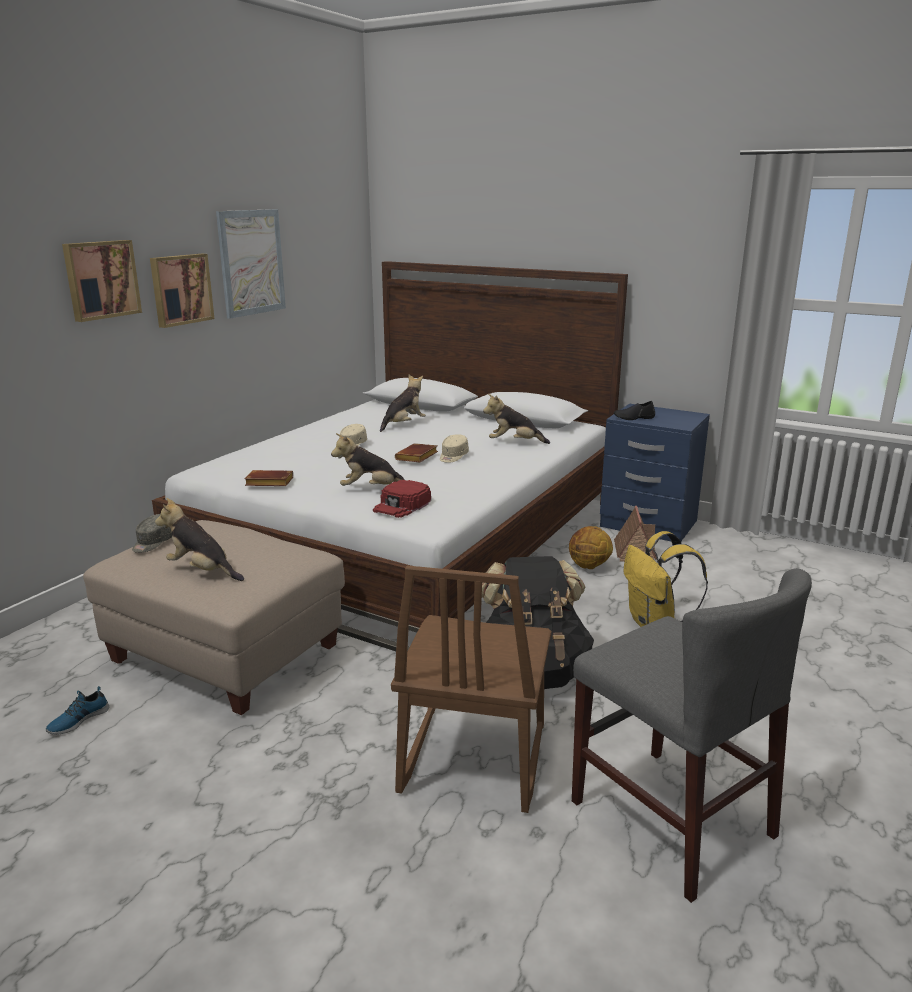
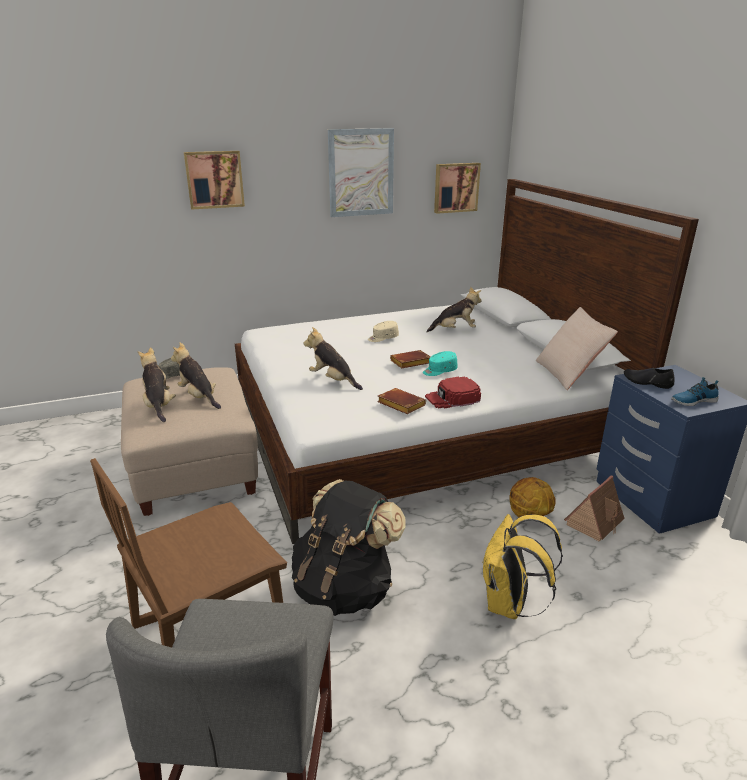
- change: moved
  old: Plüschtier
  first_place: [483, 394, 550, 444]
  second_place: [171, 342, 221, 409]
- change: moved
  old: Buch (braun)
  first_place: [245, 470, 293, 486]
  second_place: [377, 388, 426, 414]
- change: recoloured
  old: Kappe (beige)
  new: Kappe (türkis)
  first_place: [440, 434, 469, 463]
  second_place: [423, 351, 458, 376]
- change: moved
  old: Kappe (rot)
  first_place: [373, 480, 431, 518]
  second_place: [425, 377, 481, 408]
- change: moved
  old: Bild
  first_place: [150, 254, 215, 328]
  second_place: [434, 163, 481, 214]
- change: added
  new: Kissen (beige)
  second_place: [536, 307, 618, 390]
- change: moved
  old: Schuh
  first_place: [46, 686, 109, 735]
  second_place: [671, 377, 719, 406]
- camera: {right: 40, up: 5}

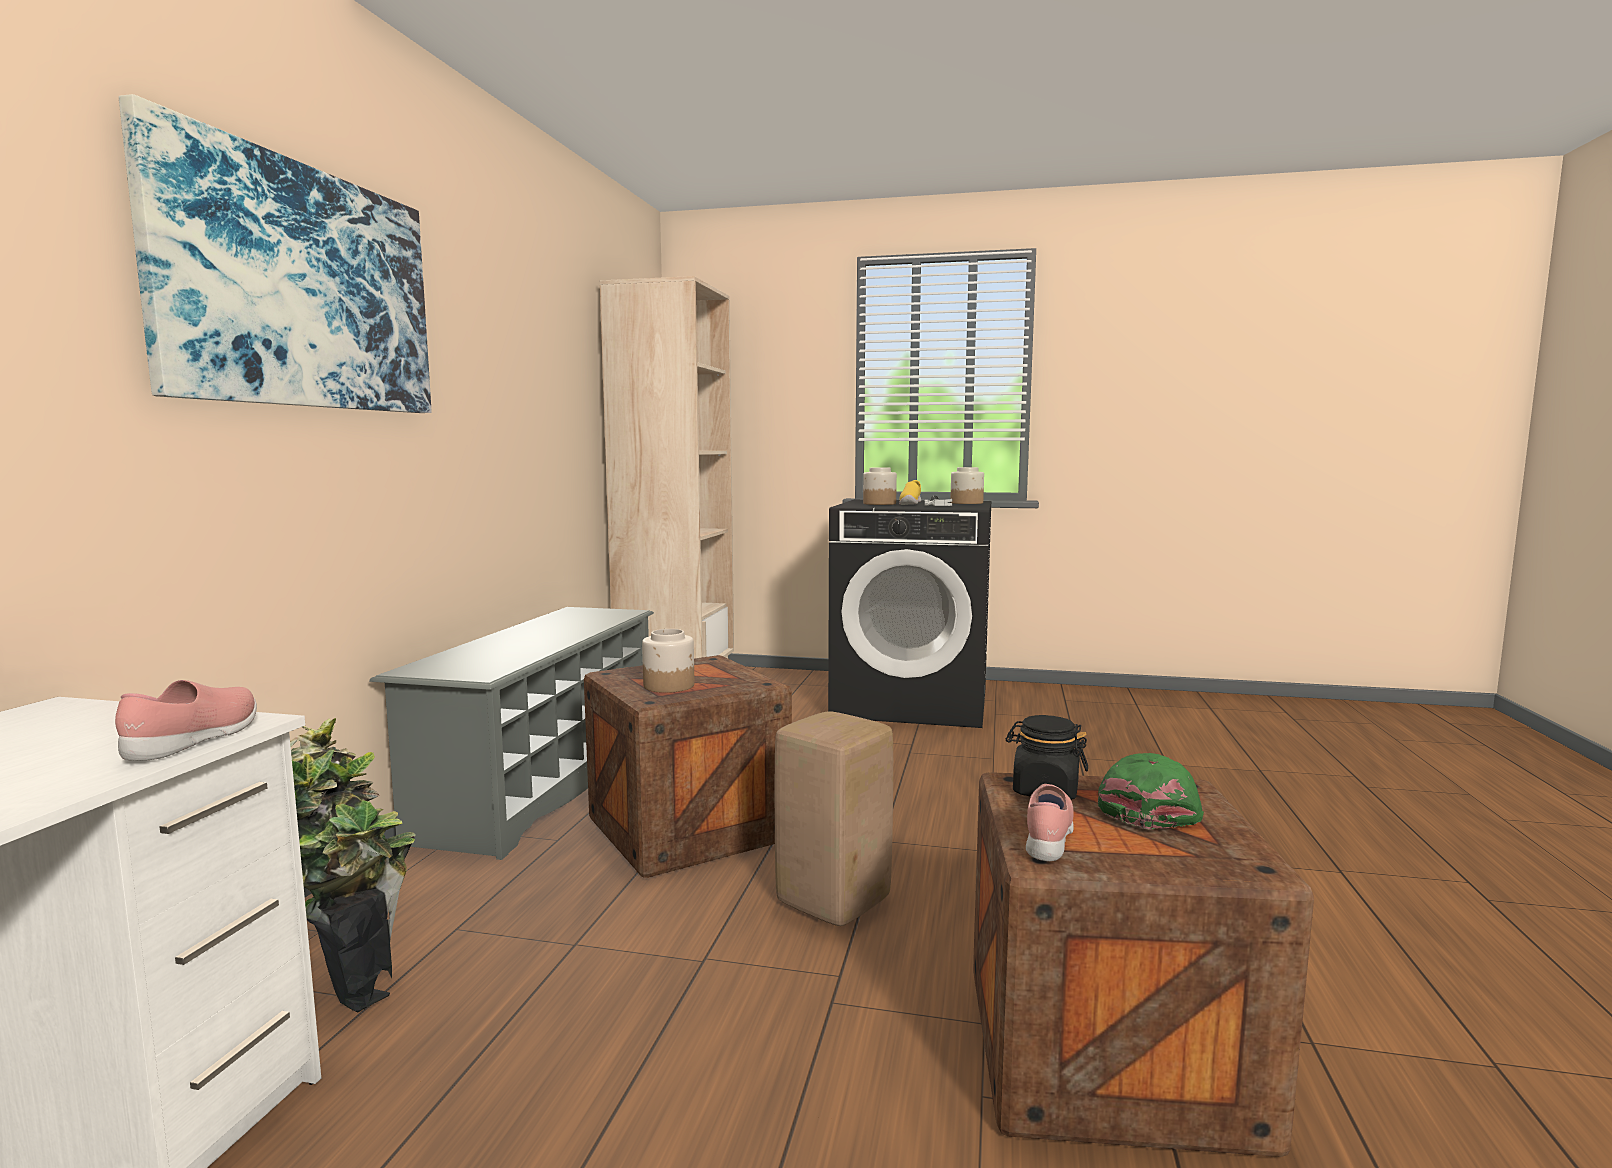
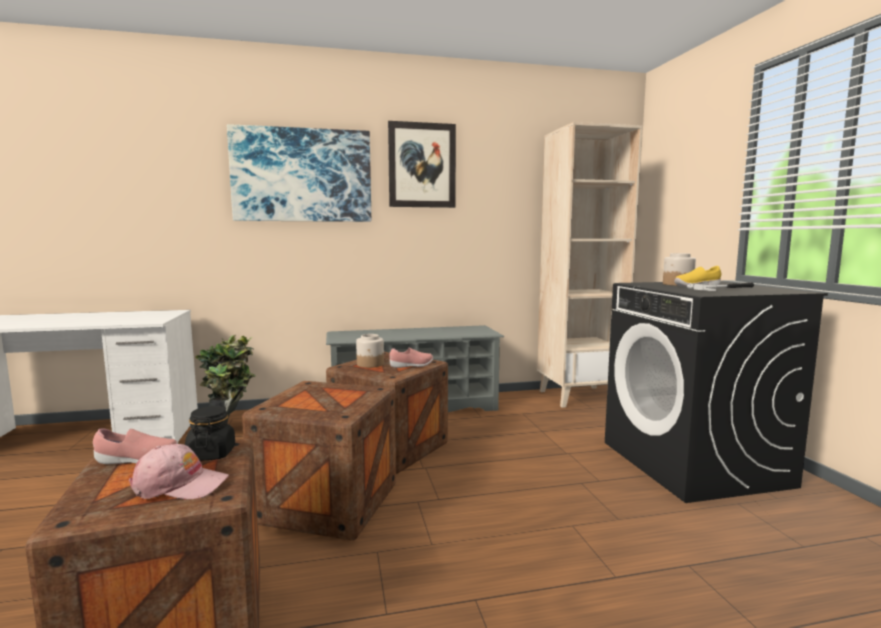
- change: recoloured
  old: Kappe (grün)
  new: Kappe (rosa)
  first_place: [1098, 753, 1204, 829]
  second_place: [129, 444, 229, 499]
- change: replaced
  old: Hocker (beige)
  new: Kiste
  first_place: [775, 711, 893, 926]
  second_place: [242, 381, 396, 540]
- change: added
  new: Bild
  second_place: [388, 121, 456, 208]
- change: moved
  old: Schuh (rosa)
  first_place: [115, 680, 257, 761]
  second_place: [389, 348, 433, 368]
- change: removed
  old: Vorratsglas
  first_place: [950, 467, 984, 504]
- camera: {right: 65, up: 0}

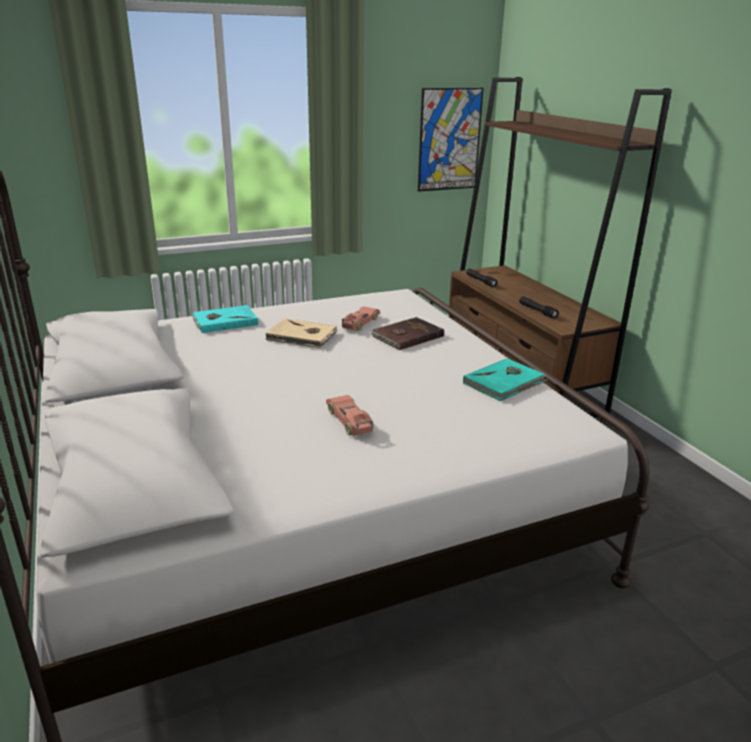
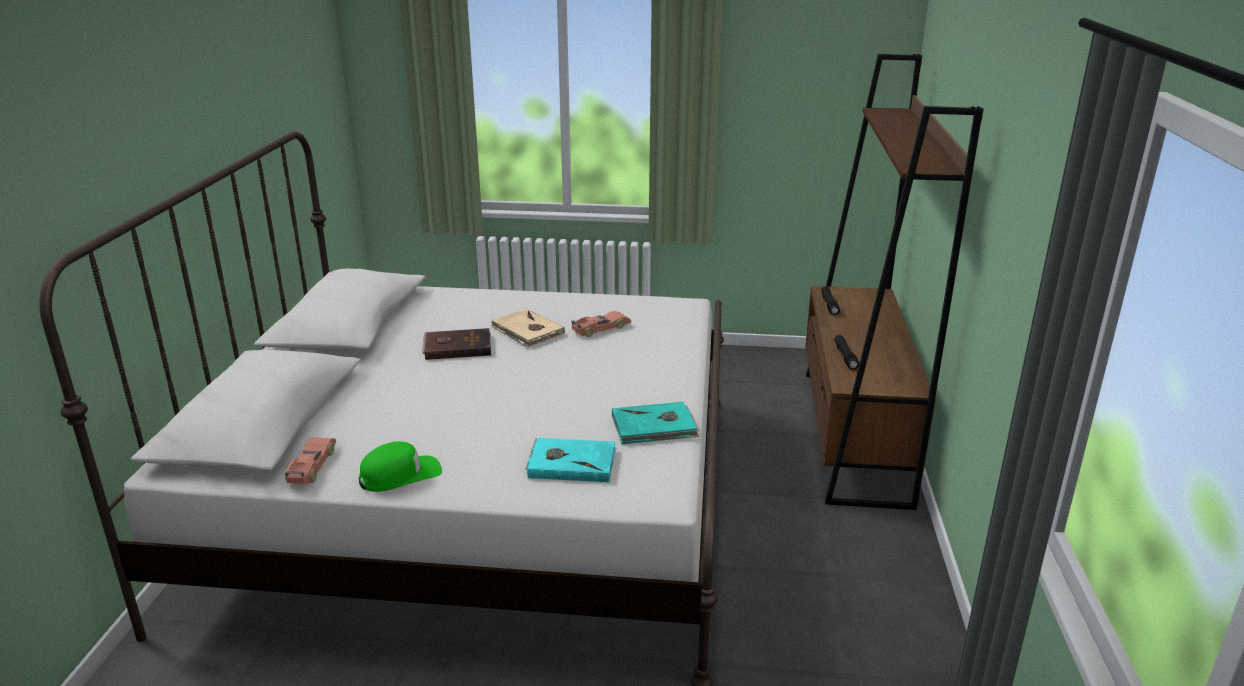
- change: moved
  old: Spielzeugauto
  first_place: [326, 395, 374, 436]
  second_place: [285, 438, 336, 485]
- change: added
  new: Kappe (grün)
  second_place: [359, 441, 442, 492]
- change: moved
  old: Buch (braun)
  first_place: [370, 317, 444, 350]
  second_place: [422, 328, 491, 360]
- change: moved
  old: Buch (türkis)
  first_place: [191, 305, 258, 333]
  second_place: [525, 438, 617, 482]
- change: removed
  old: Bild
  first_place: [418, 88, 483, 192]
- camera: {right: 30, up: 0}

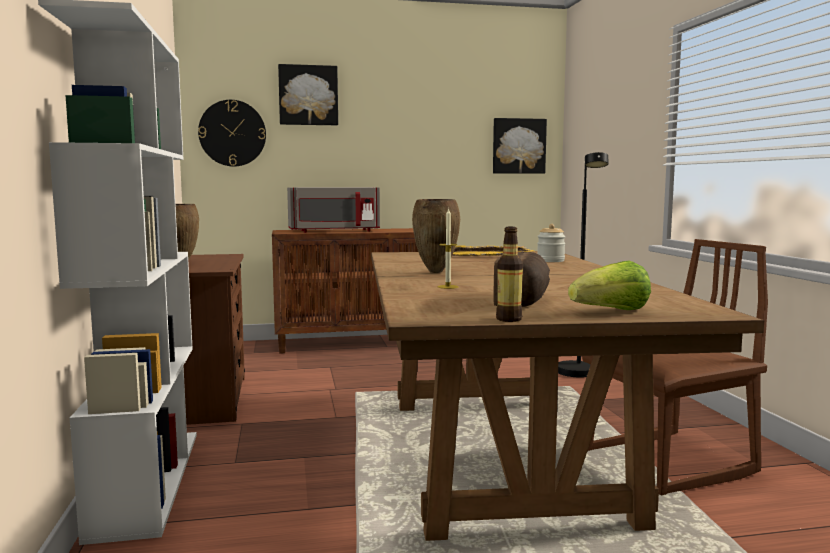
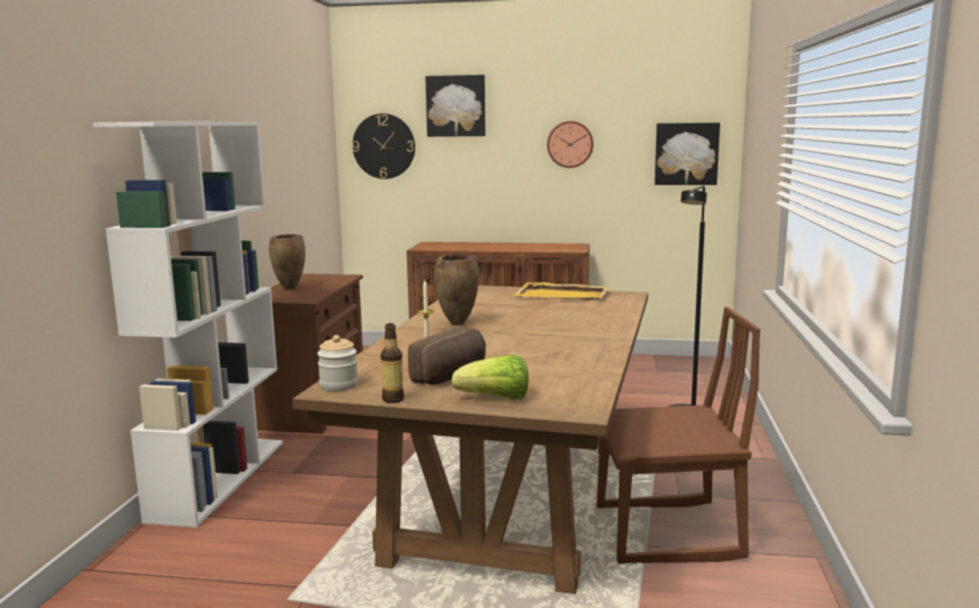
- change: moved
  old: Vorratsglas
  first_place: [537, 224, 566, 262]
  second_place: [317, 335, 358, 391]
- change: added
  new: Wanduhr
  second_place: [547, 121, 594, 168]
- change: removed
  old: Mikrowelle (grau)
  first_place: [287, 187, 380, 233]
- camera: {right: 20, up: 5}

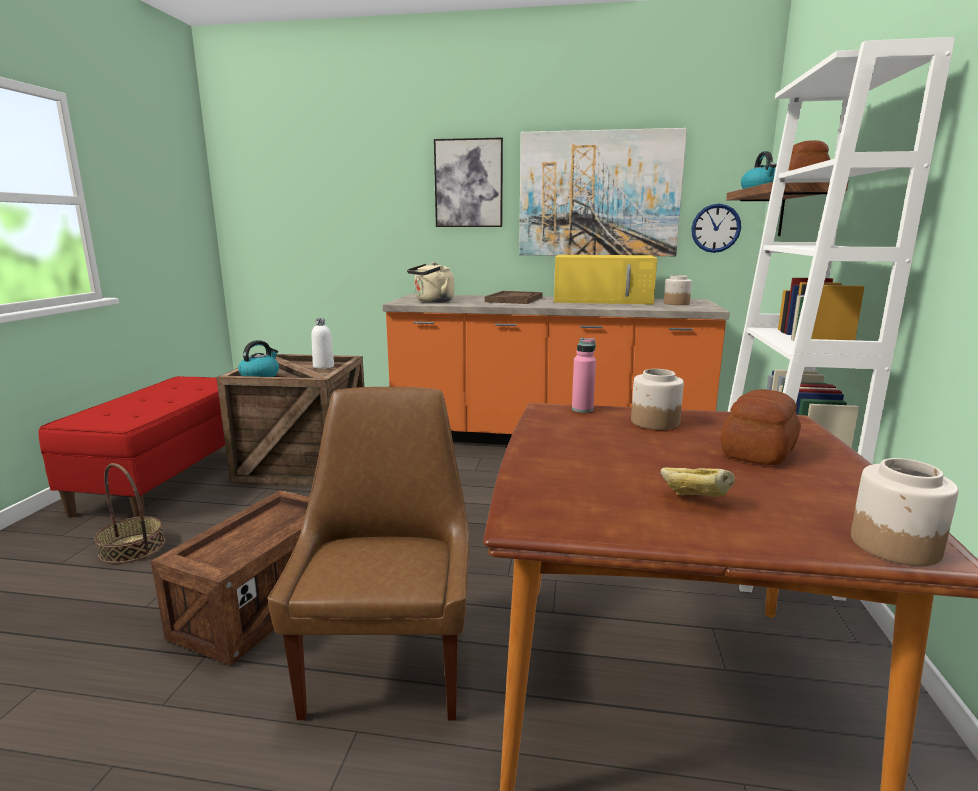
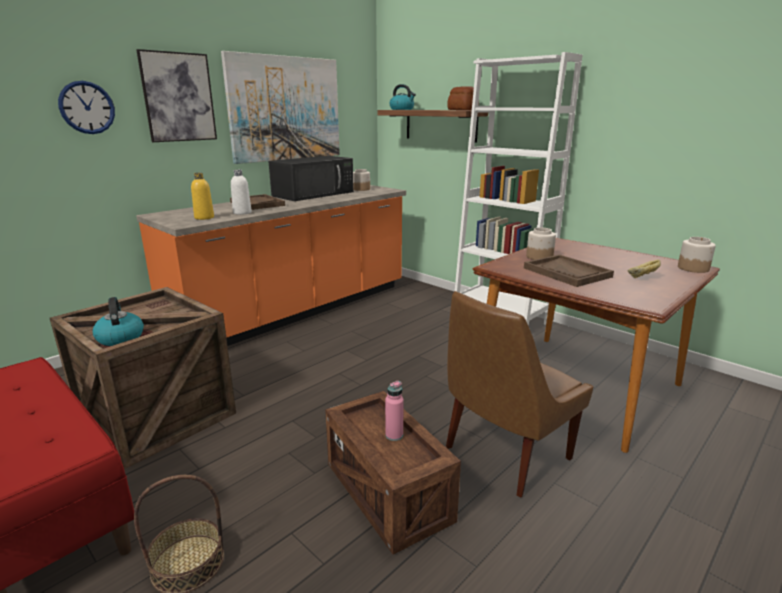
- change: moved
  old: Wanduhr
  first_place: [691, 204, 741, 253]
  second_place: [58, 81, 115, 134]
- change: replaced
  old: Wasserkessel (beige)
  new: Flasche (gelb)
  first_place: [407, 262, 454, 303]
  second_place: [191, 173, 214, 220]
- change: moved
  old: Flasche (weiß)
  first_place: [311, 318, 334, 369]
  second_place: [231, 170, 252, 215]
- change: recoloured
  old: Mikrowelle (gelb)
  new: Mikrowelle (schwarz)
  first_place: [554, 255, 657, 305]
  second_place: [269, 156, 354, 201]
- change: moved
  old: Flasche (rosa)
  first_place: [572, 338, 596, 413]
  second_place: [385, 381, 404, 441]
- change: turned
  old: Stuhl (braun)
  first_place: [267, 387, 470, 720]
  second_place: [446, 291, 593, 498]
  degrees: -75
- change: added
  new: Tablett (braun)
  second_place: [524, 255, 614, 287]
- change: removed
  old: Brot
  first_place: [721, 389, 801, 465]
- camera: {right: -55, up: 5}

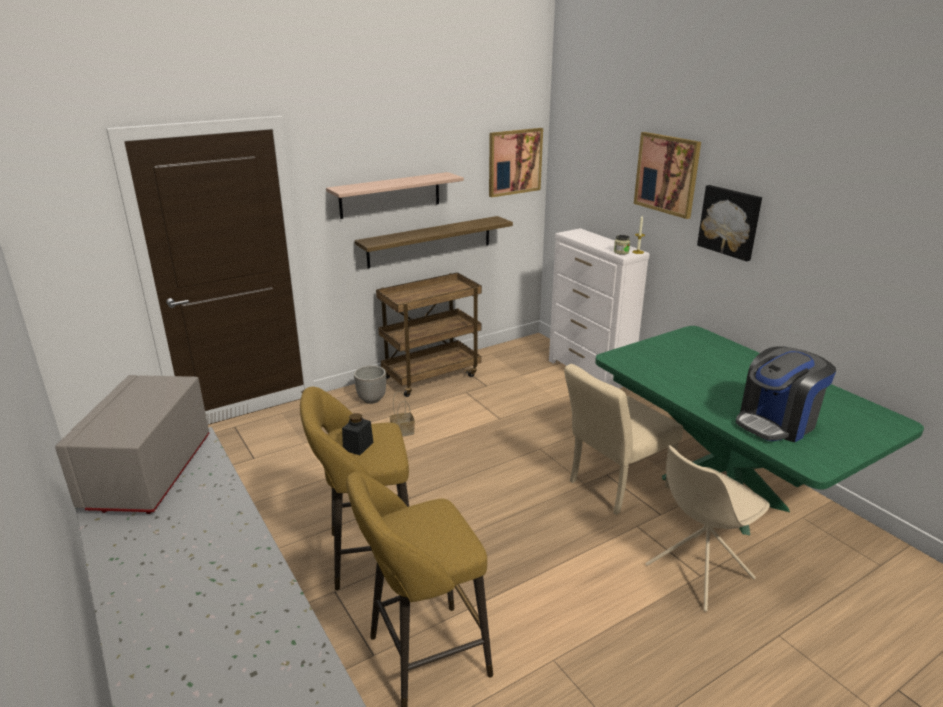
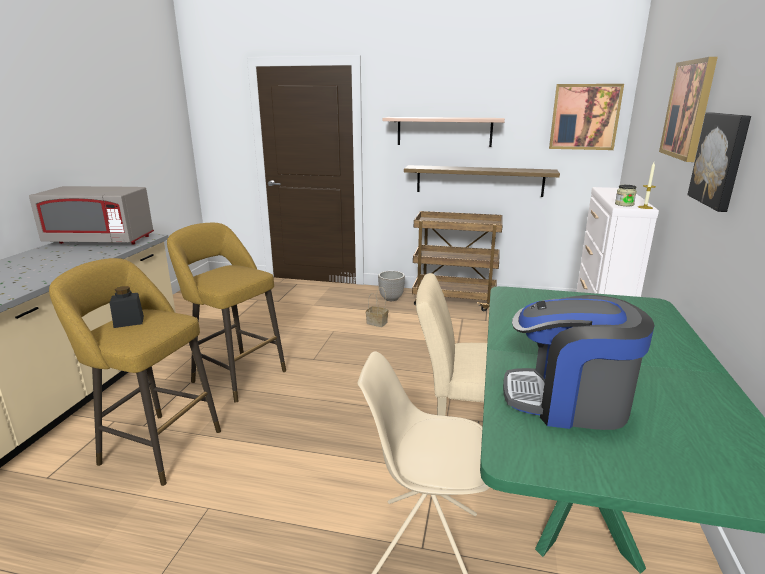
- change: turned
  old: Mikrowelle (grau)
  first_place: [55, 375, 209, 514]
  second_place: [29, 186, 154, 245]
  degrees: -135
- change: moved
  old: Vorratsglas (schwarz)
  first_place: [342, 413, 374, 455]
  second_place: [110, 286, 144, 328]
- camera: {right: 45, up: -5}

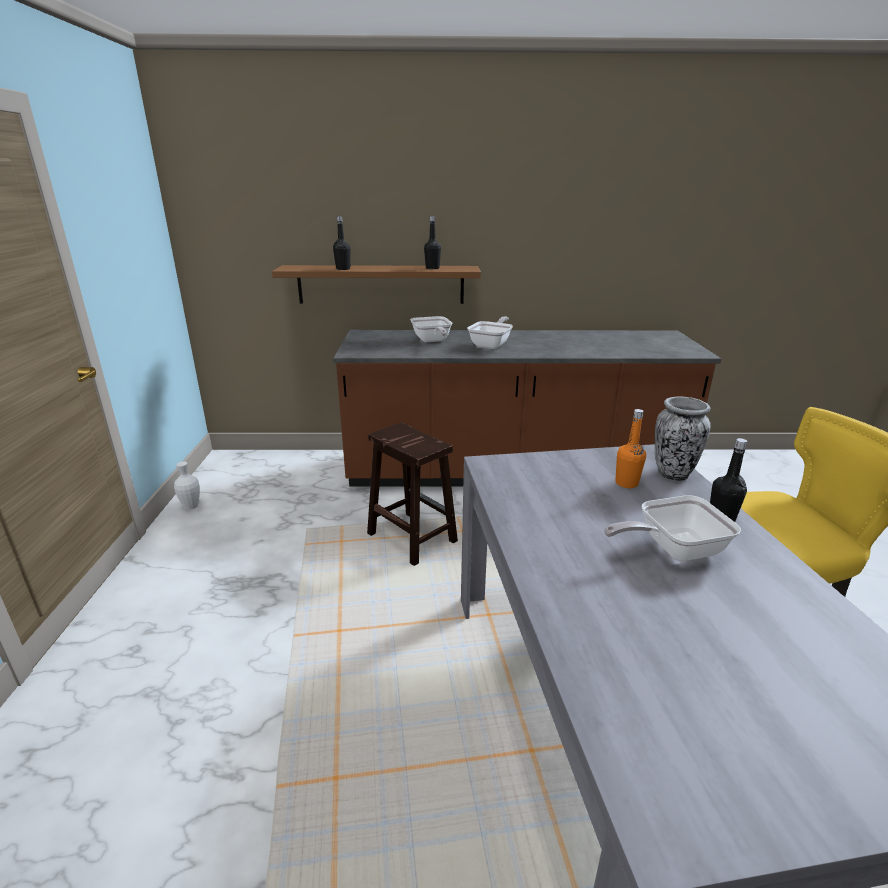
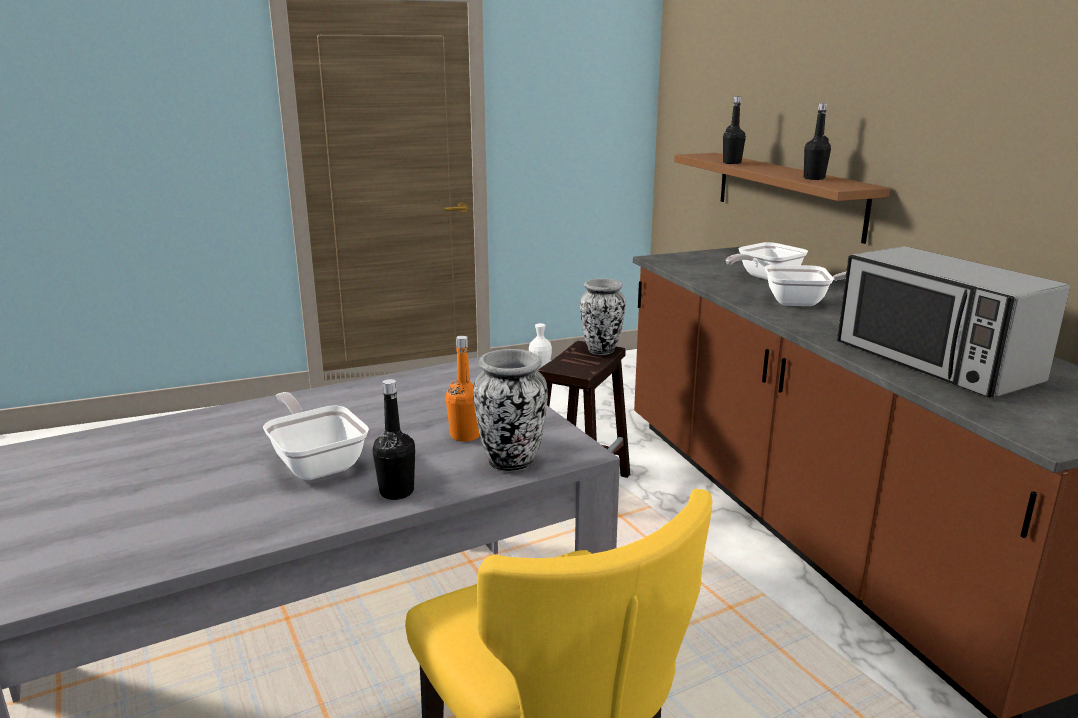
- change: added
  new: Vase
  second_place: [580, 278, 626, 355]
- change: added
  new: Mikrowelle
  second_place: [837, 246, 1070, 398]
- camera: {right: 70, up: -5}

